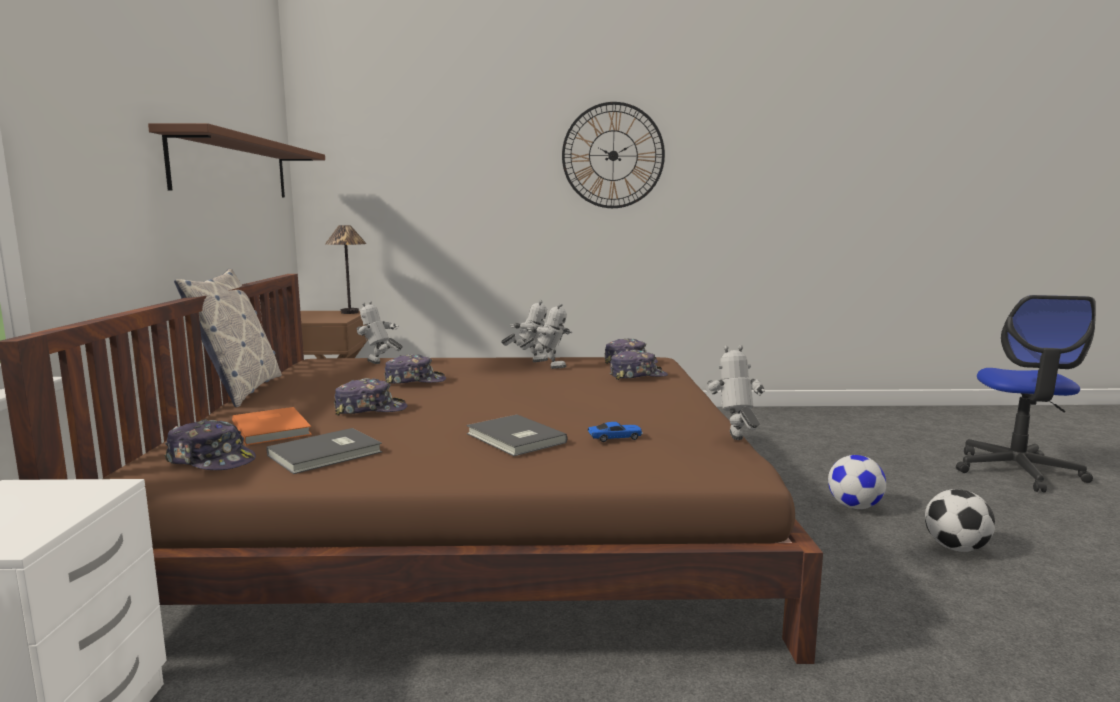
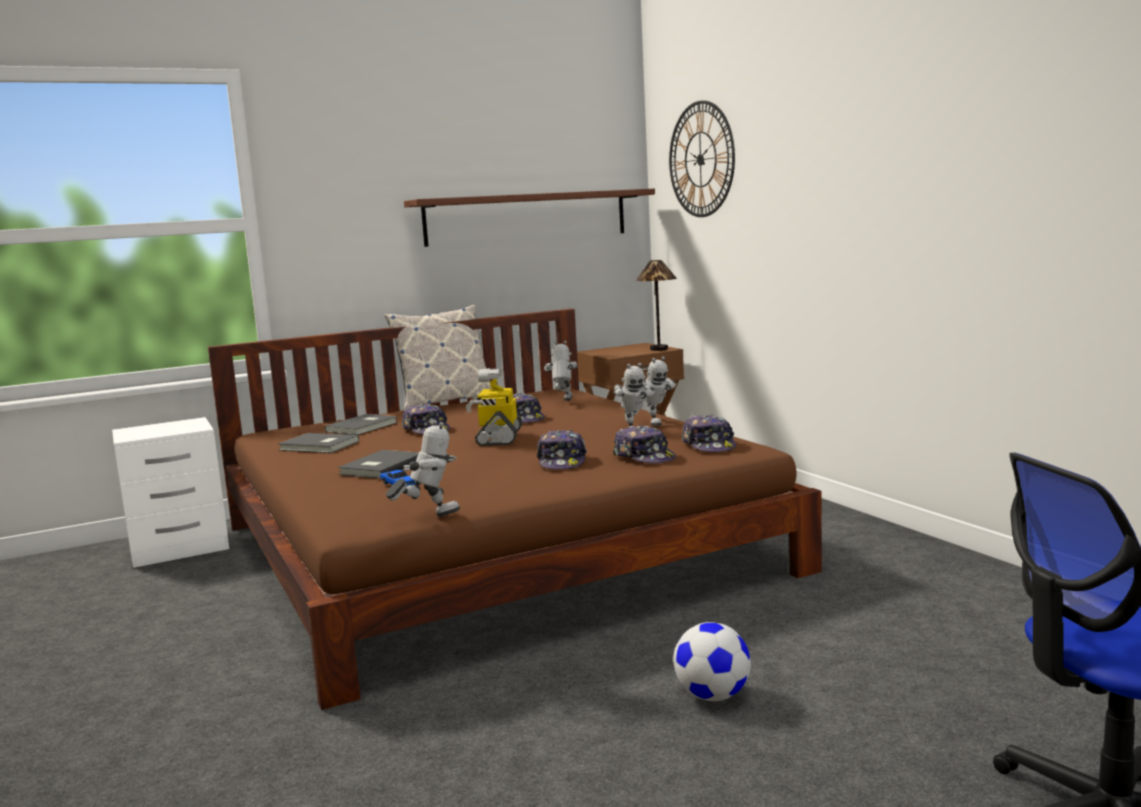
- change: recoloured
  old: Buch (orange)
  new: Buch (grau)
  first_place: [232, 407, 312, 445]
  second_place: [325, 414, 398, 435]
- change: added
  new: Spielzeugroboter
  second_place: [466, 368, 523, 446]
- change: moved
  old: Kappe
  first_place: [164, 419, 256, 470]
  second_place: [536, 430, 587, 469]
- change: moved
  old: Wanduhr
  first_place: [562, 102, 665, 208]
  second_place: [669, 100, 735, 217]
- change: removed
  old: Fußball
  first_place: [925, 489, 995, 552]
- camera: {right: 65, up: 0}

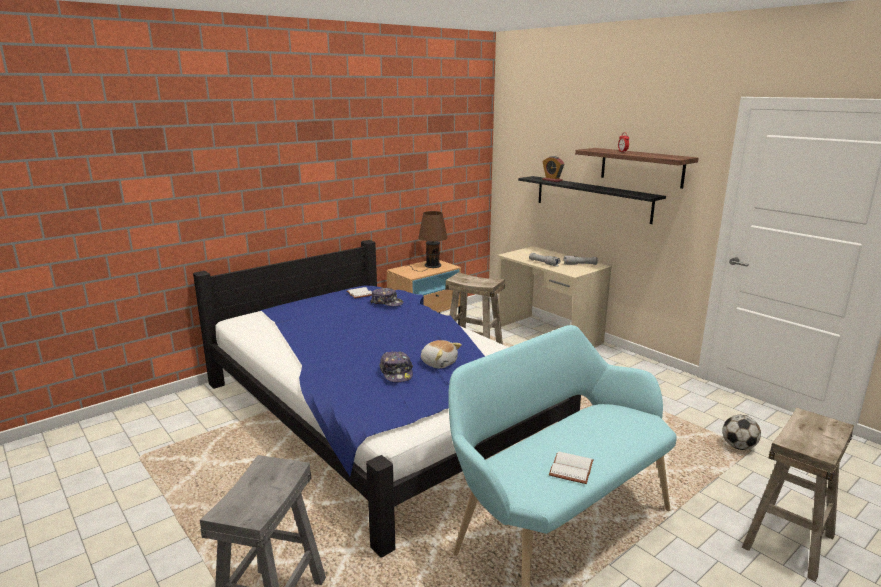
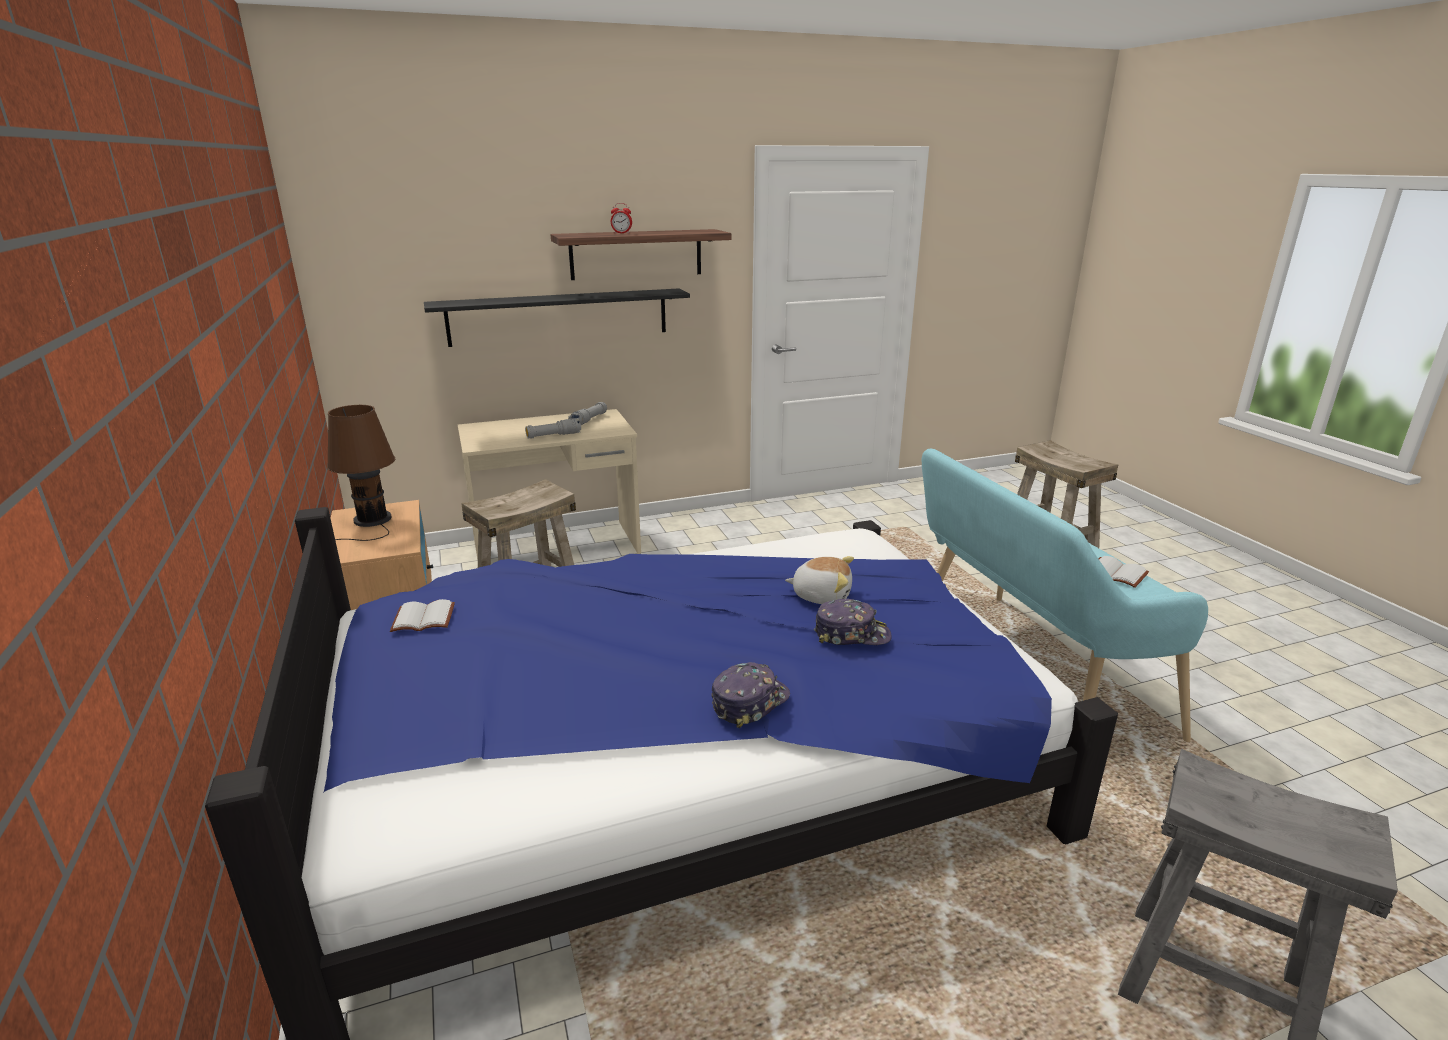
- change: moved
  old: Kappe
  first_place: [370, 287, 404, 306]
  second_place: [711, 662, 790, 728]
- change: turned
  old: Plüschtier
  first_place: [421, 340, 462, 368]
  second_place: [785, 556, 854, 604]
  degrees: 45
- change: removed
  old: Wecker
  first_place: [542, 156, 565, 182]
- change: removed
  old: Fußball
  first_place: [722, 415, 761, 450]
- camera: {right: -70, up: 5}

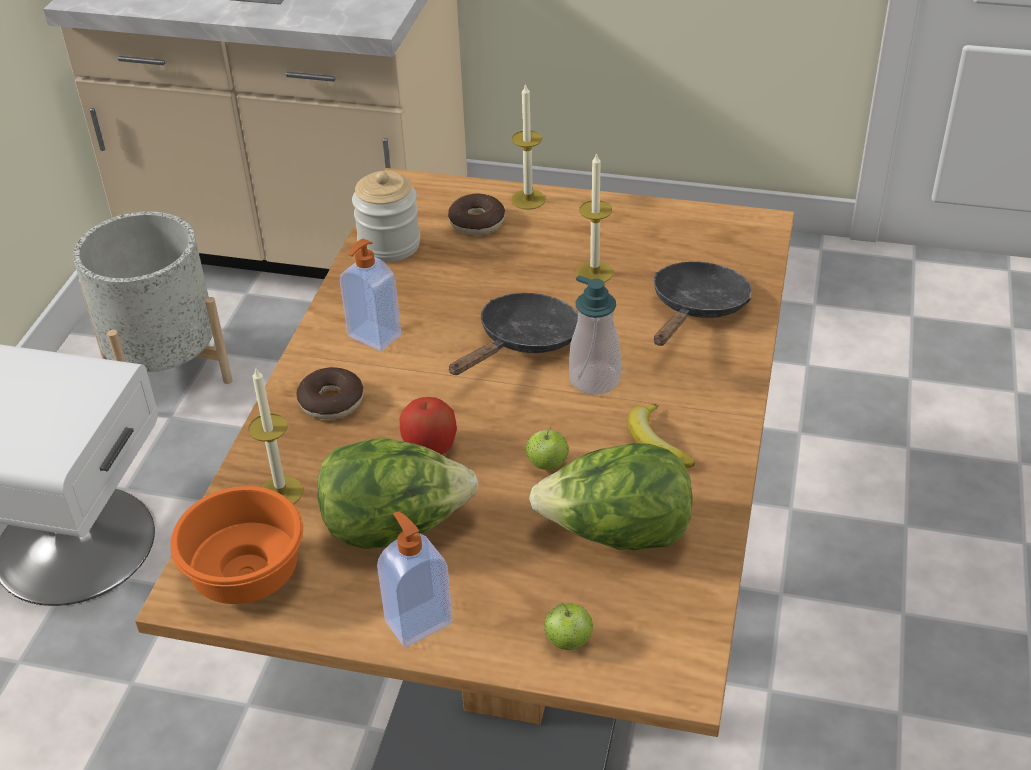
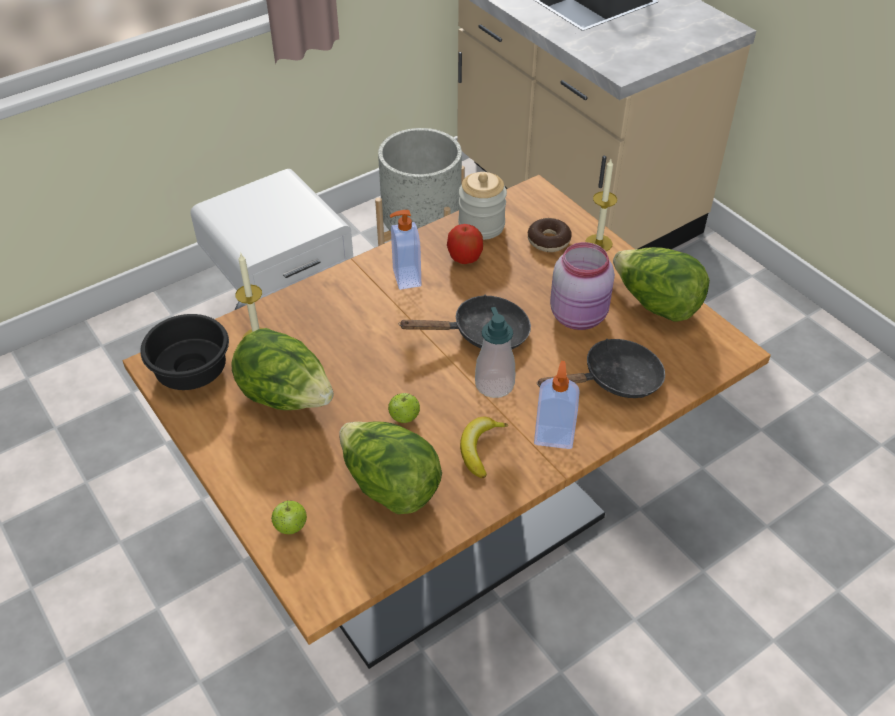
- change: recoloured
  old: Schüssel (orange)
  new: Schüssel (schwarz)
  first_place: [170, 486, 303, 604]
  second_place: [140, 314, 229, 390]
- change: moved
  old: Apfel
  first_place: [400, 397, 457, 455]
  second_place: [447, 224, 483, 264]
- change: moved
  old: Seifenspender
  first_place: [377, 511, 453, 647]
  second_place: [534, 361, 580, 449]
- change: replaced
  old: Kerze
  new: Vorratsglas (rosa)
  first_place: [576, 152, 613, 283]
  second_place: [550, 242, 615, 330]
- change: added
  new: Salatkopf
  second_place: [613, 247, 710, 322]
- change: removed
  old: Donut
  first_place: [297, 367, 364, 420]
- camera: {right: 40, up: 5}

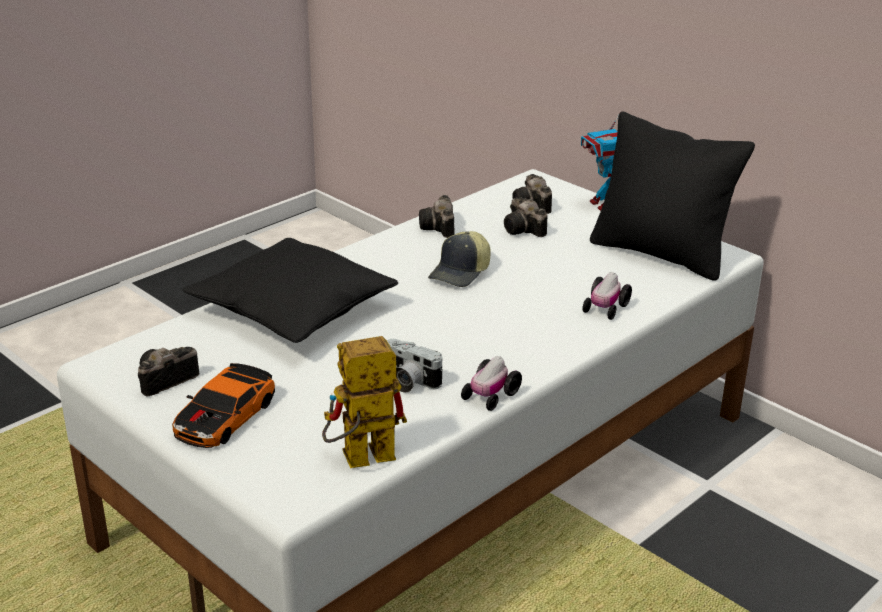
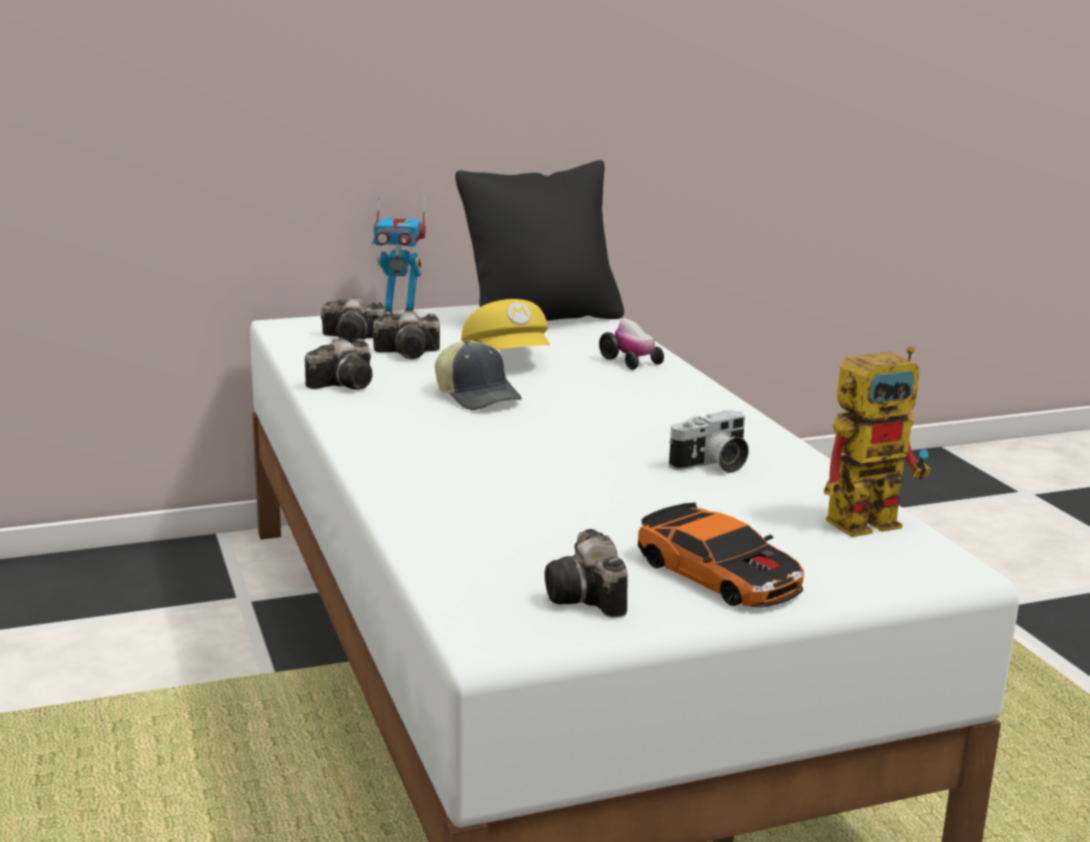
- change: turned
  old: Kamera
  first_place: [419, 195, 454, 238]
  second_place: [305, 338, 372, 390]
  degrees: -60
- change: added
  new: Kappe (gelb)
  second_place: [461, 299, 550, 350]
- change: turned
  old: Spielzeugroboter
  first_place: [322, 336, 407, 468]
  second_place: [824, 346, 931, 537]
  degrees: -120
- change: removed
  old: Kissen (schwarz)
  first_place: [182, 238, 398, 343]
- change: removed
  old: Spielzeugauto
  first_place: [461, 356, 522, 411]
- camera: {right: -65, up: -10}

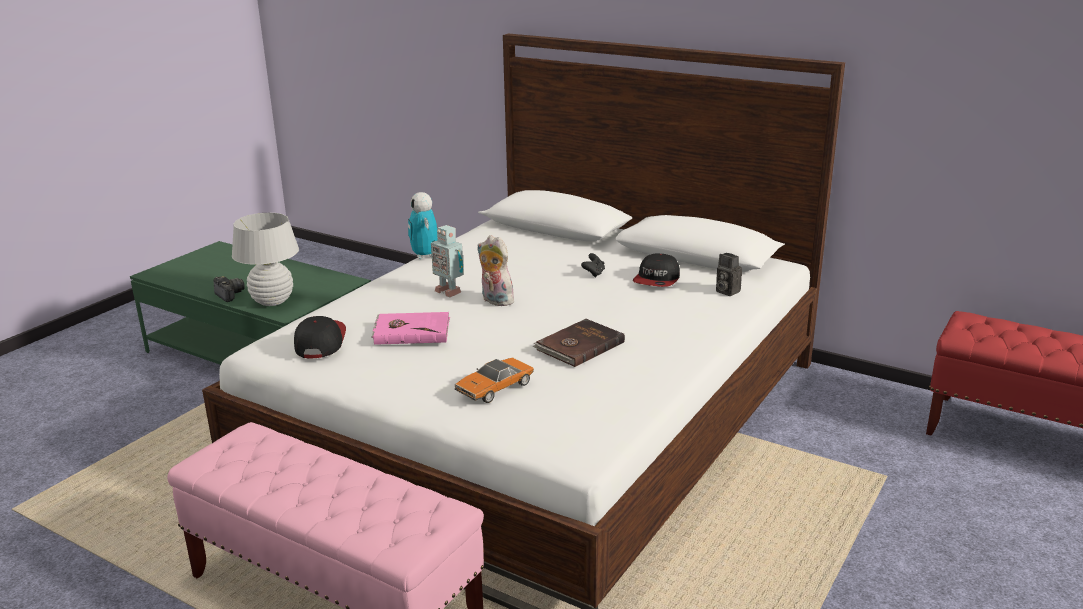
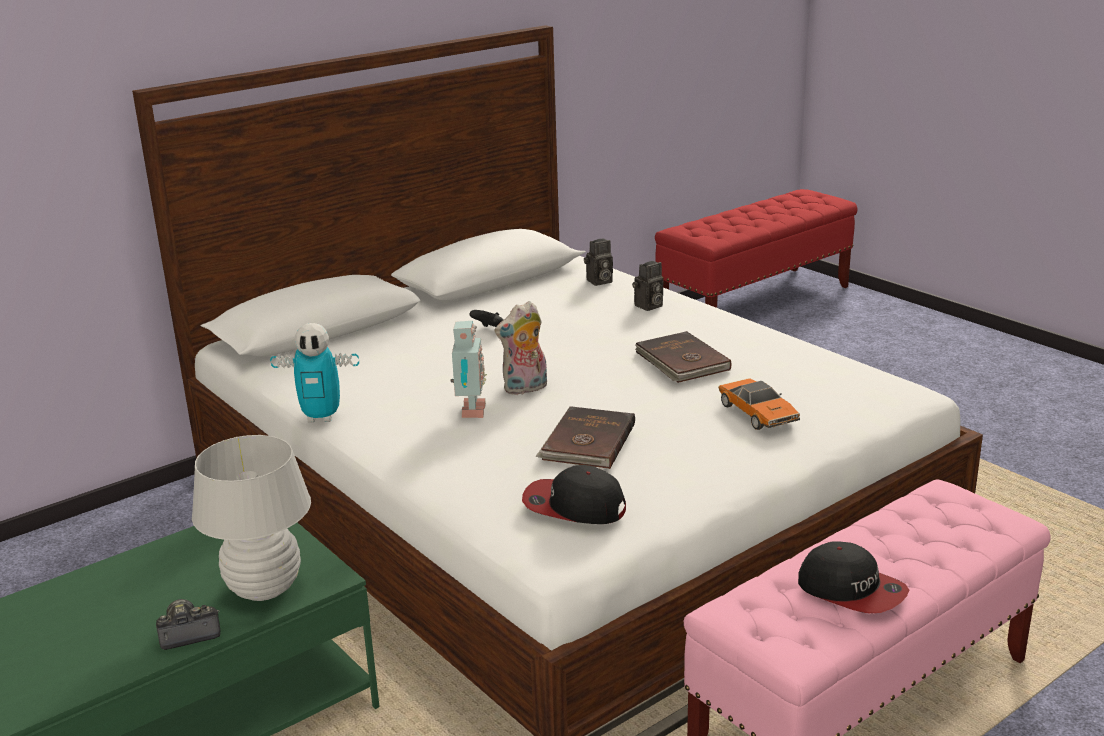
- change: turned
  old: Spielzeugroboter
  first_place: [431, 225, 464, 297]
  second_place: [450, 321, 487, 418]
  degrees: -60
- change: recoloured
  old: Buch (rosa)
  new: Buch (braun)
  first_place: [371, 312, 450, 345]
  second_place: [535, 406, 635, 469]
- change: added
  new: Kamera
  second_place: [632, 261, 663, 311]
- change: moved
  old: Kappe
  first_place: [633, 253, 680, 287]
  second_place: [798, 541, 909, 613]
- camera: {right: -70, up: 0}

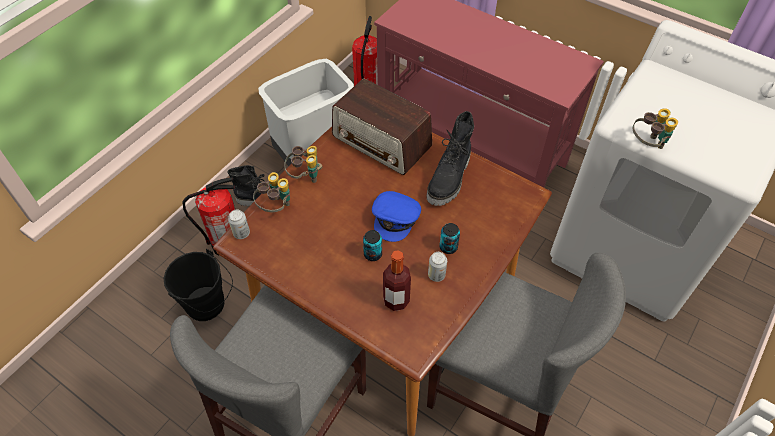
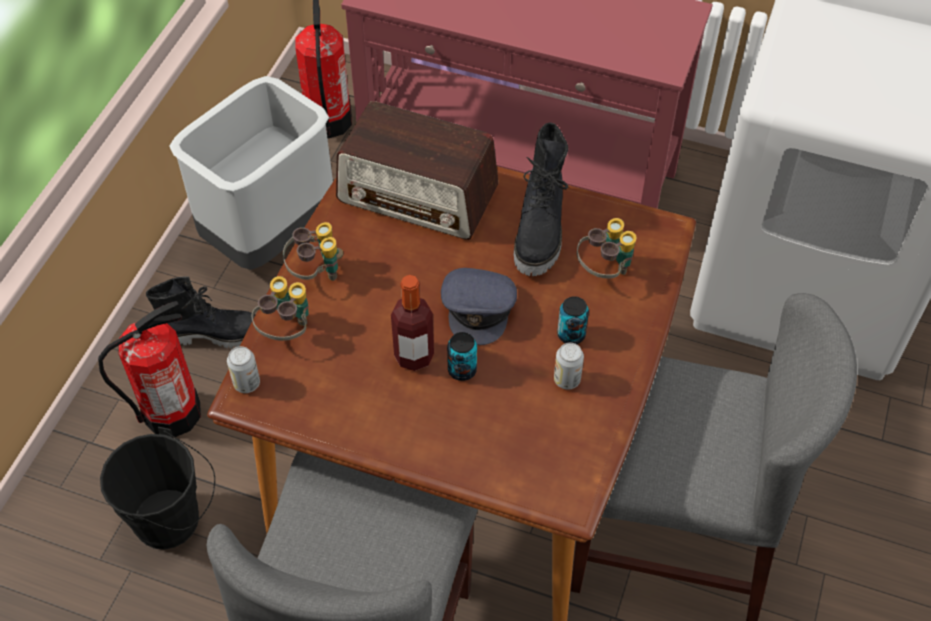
- change: moved
  old: Flasche
  first_place: [383, 250, 411, 311]
  second_place: [391, 275, 434, 371]
- change: recoloured
  old: Kappe (blau)
  new: Kappe (grau)
  first_place: [372, 191, 421, 242]
  second_place: [441, 268, 517, 345]
- change: moved
  old: Fernglas
  first_place: [633, 108, 678, 149]
  second_place: [577, 218, 637, 279]
- camera: {right: -15, up: 0}

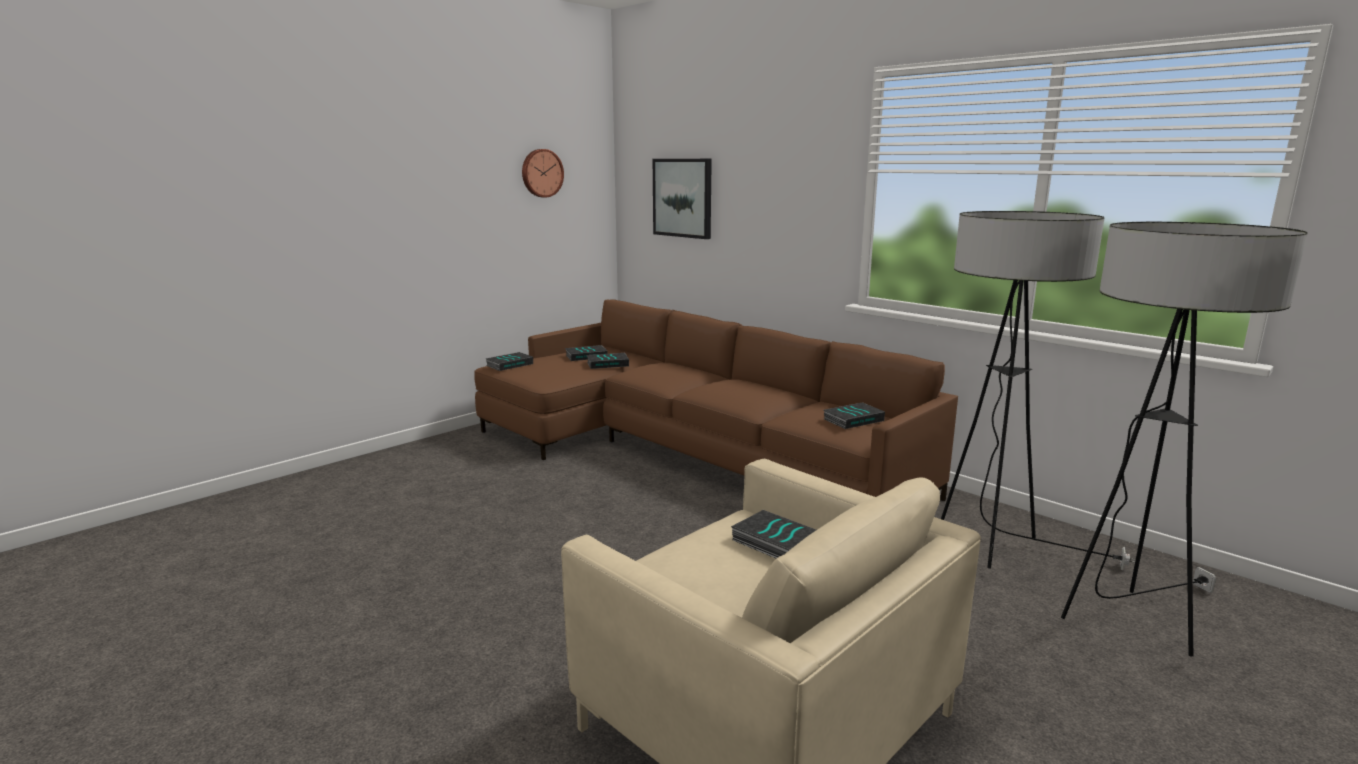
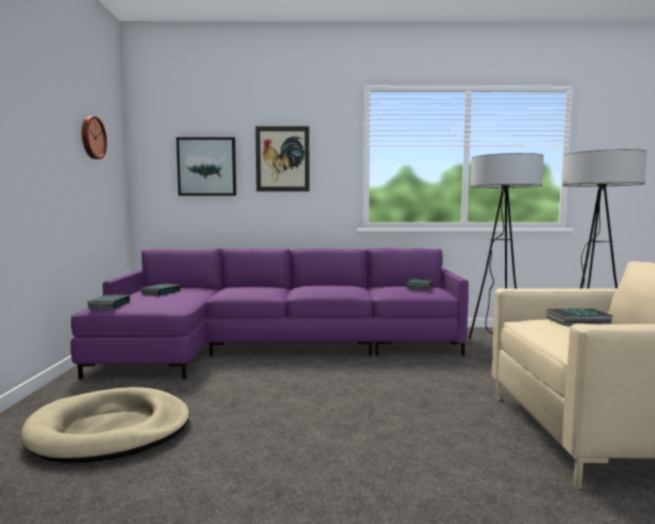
- change: added
  new: Hundebett (beige)
  second_place: [21, 387, 190, 463]
- change: recoloured
  old: Sofa (braun)
  new: Sofa (lila)
  first_place: [474, 299, 958, 501]
  second_place: [71, 248, 469, 380]
- change: added
  new: Bild
  second_place: [255, 126, 310, 192]
- change: removed
  old: Buch
  first_place: [586, 353, 629, 369]
- camera: {right: -45, up: -10}

